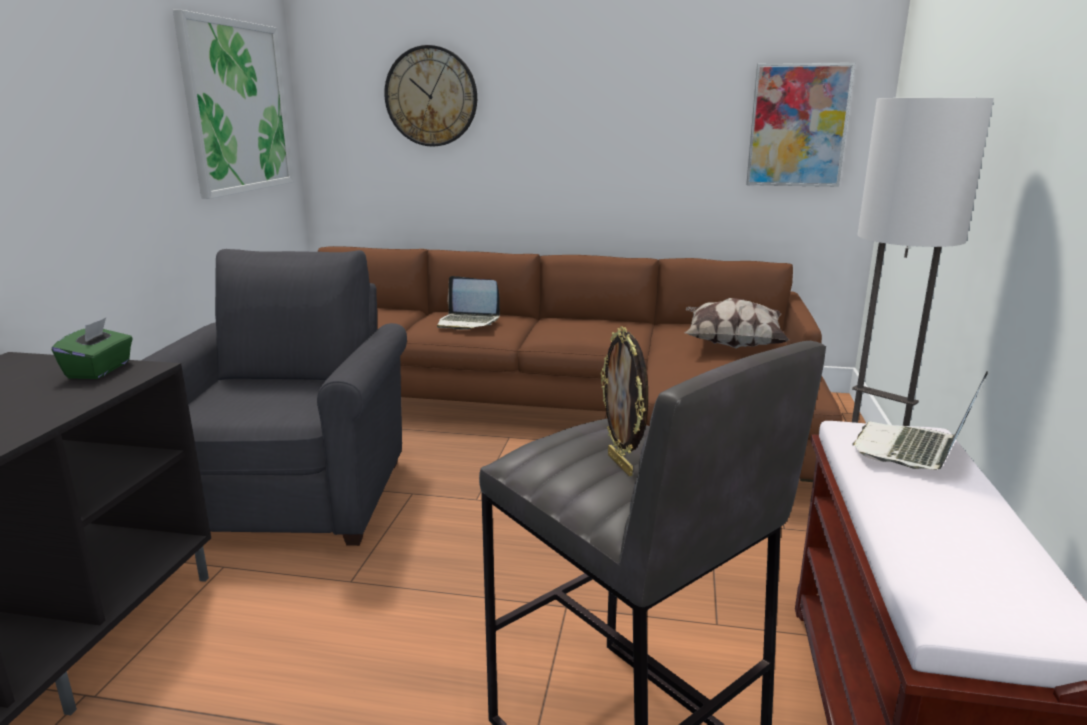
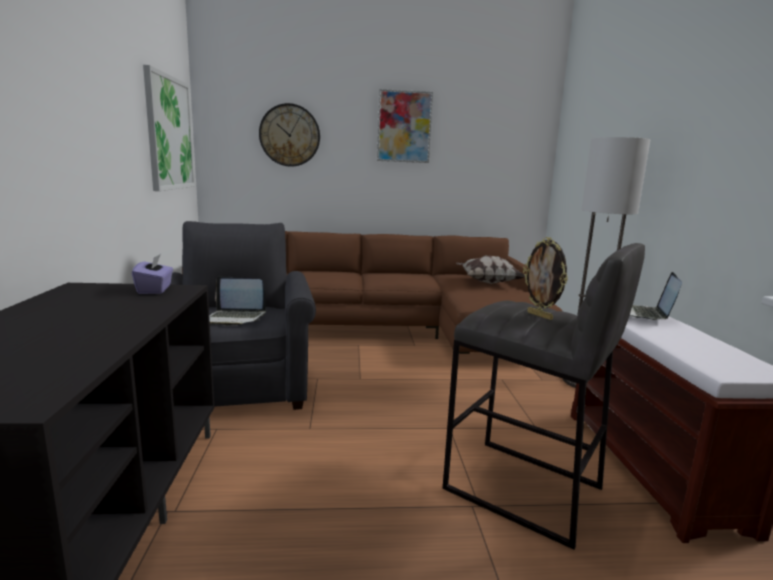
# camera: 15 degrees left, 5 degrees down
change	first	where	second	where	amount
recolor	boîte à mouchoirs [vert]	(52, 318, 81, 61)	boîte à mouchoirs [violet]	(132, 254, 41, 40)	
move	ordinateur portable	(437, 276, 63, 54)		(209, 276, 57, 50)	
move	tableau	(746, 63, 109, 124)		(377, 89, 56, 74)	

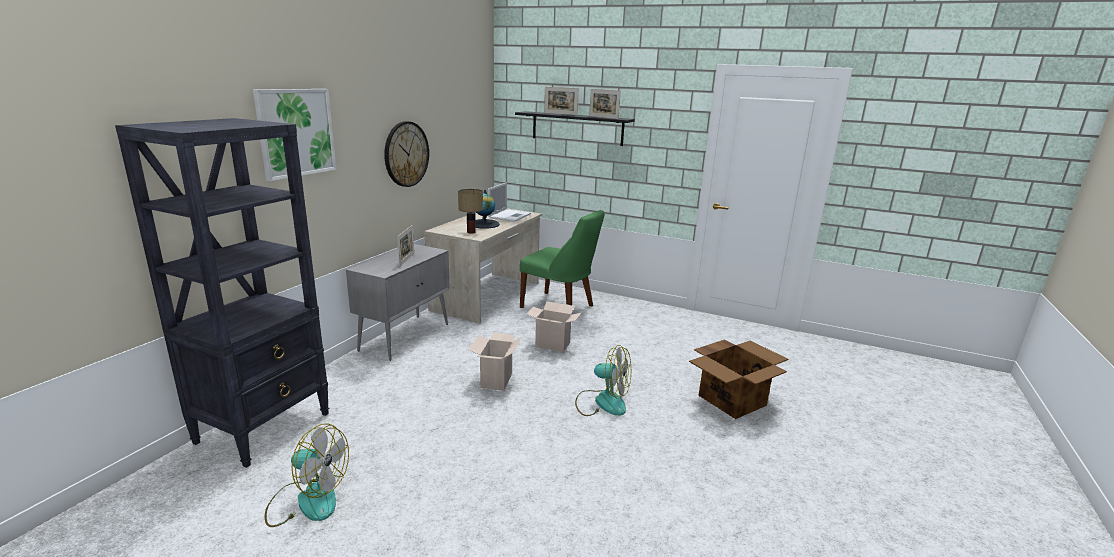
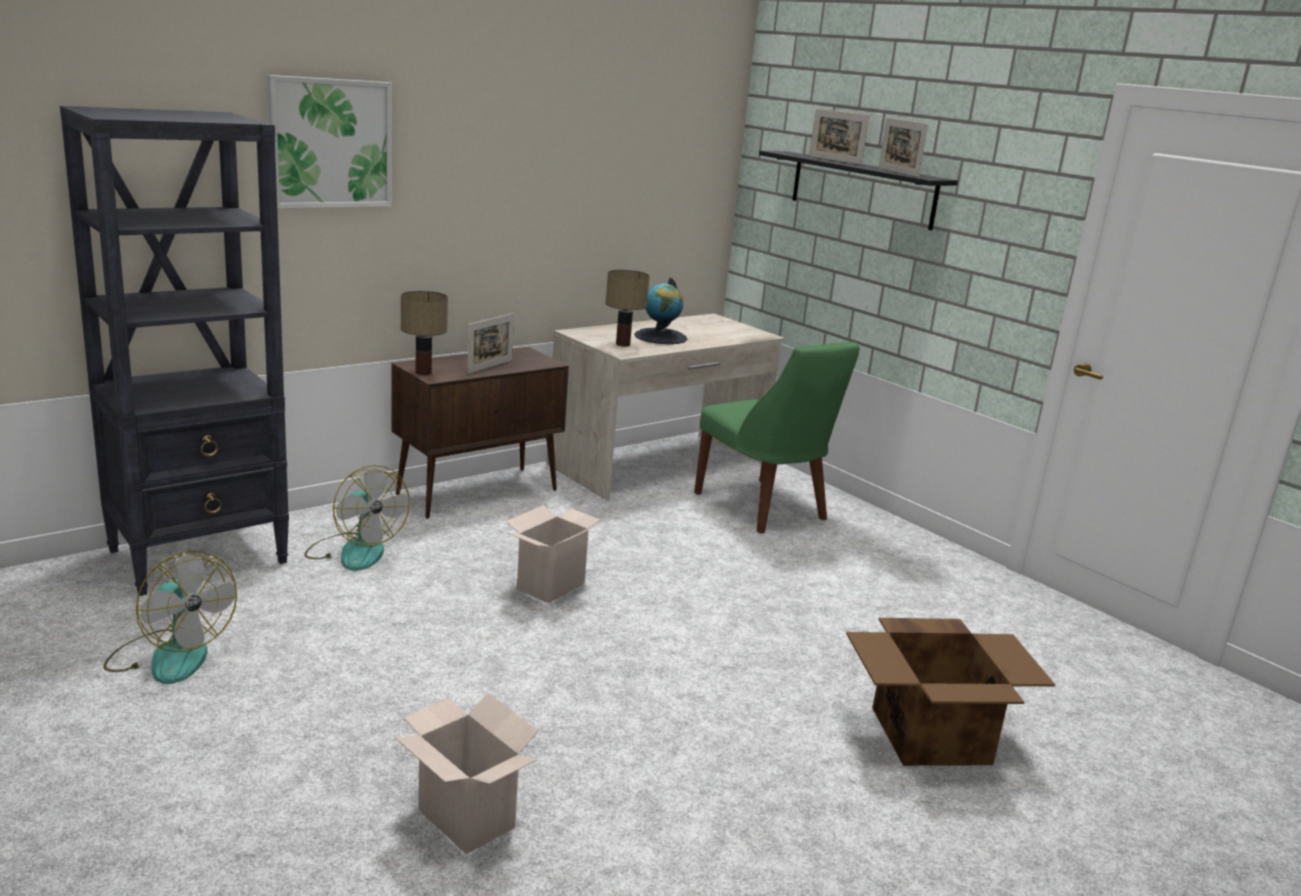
# camera: 25 degrees right, 0 degrees up
change	first	where	second	where	amount
recolor	meuble de rangement [gris]	(346, 244, 104, 117)	meuble de rangement [marron]	(391, 347, 178, 172)	
delete	horloge murale	(384, 121, 45, 66)			
delete	ordinateur portable	(488, 182, 43, 40)			
move	carton	(526, 301, 55, 51)		(395, 692, 143, 163)	
move	ventilateur	(575, 345, 56, 71)		(304, 465, 106, 106)	
insert			lampe de table	(401, 291, 47, 84)	

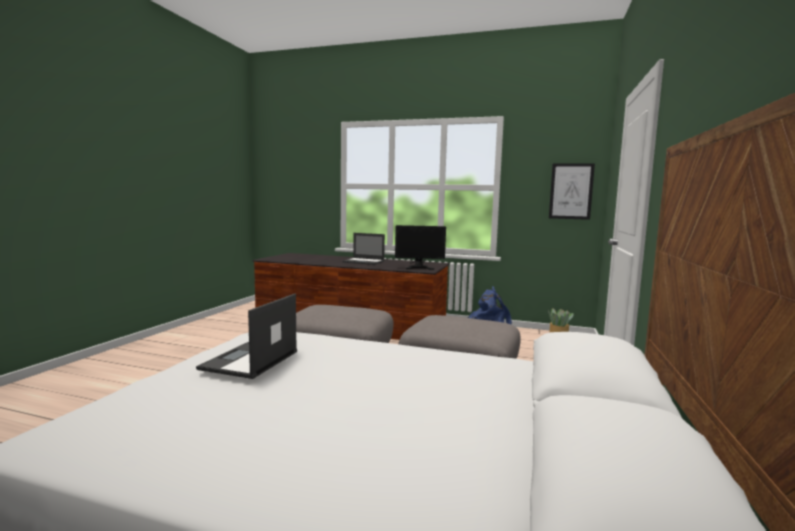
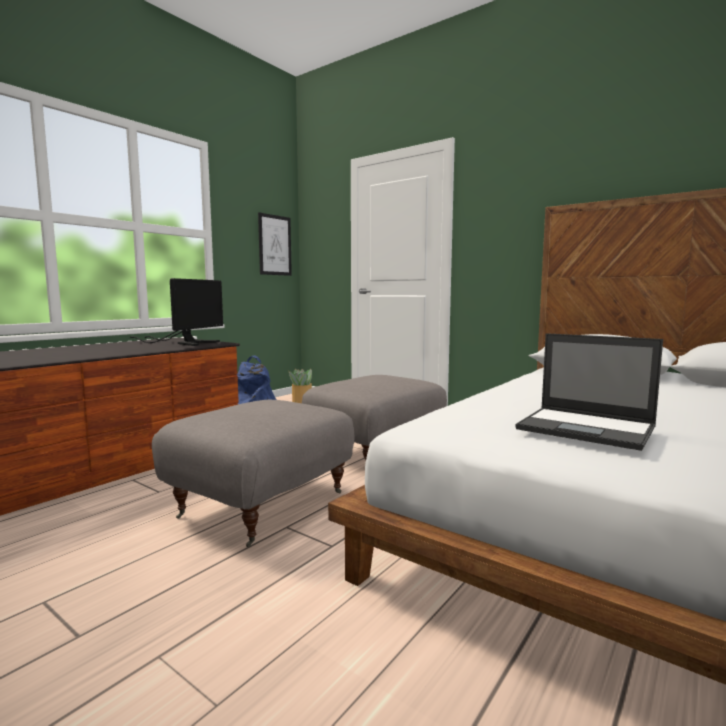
# camera: 70 degrees left, 0 degrees up
change	first	where	second	where	amount
delete	ordinateur portable	(342, 233, 43, 32)			

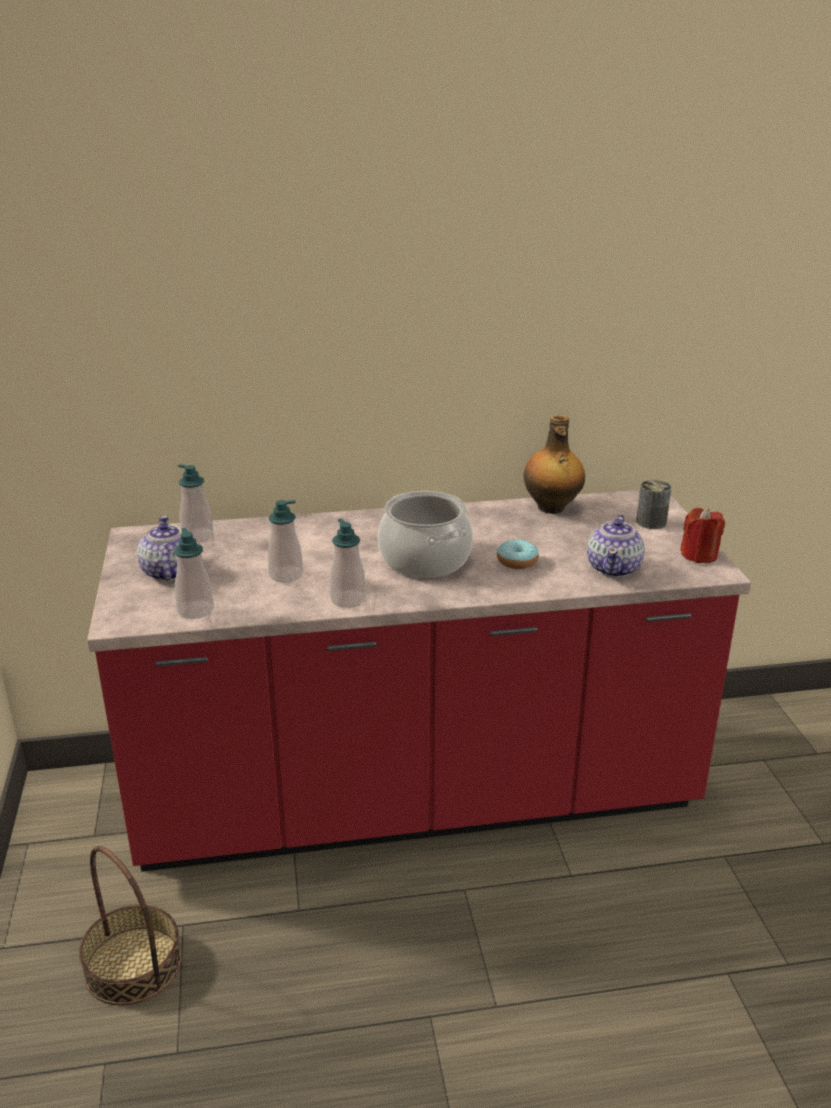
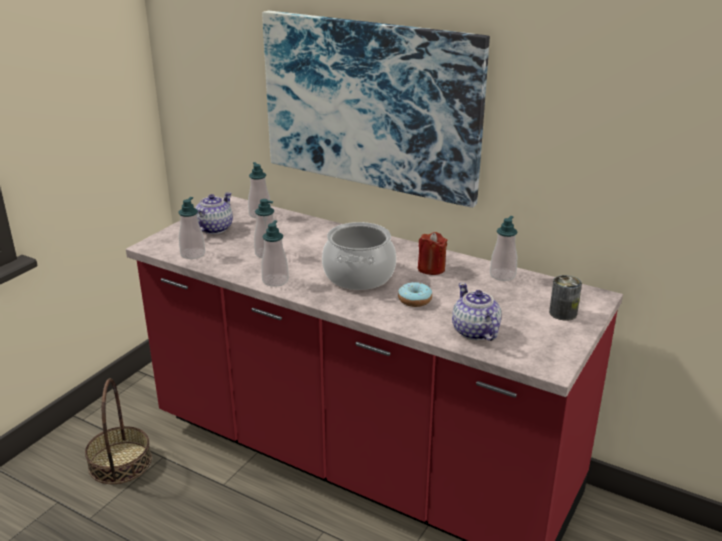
# camera: 40 degrees right, 0 degrees up
change	first	where	second	where	amount
replace	bouteille	(524, 415, 61, 99)	distributeur de savon	(490, 216, 27, 65)	
rotate	théière	(587, 514, 57, 63)		(452, 283, 49, 58)	105 degrees clockwise
move	bougie [rouge]	(680, 508, 45, 55)		(418, 232, 29, 43)	
insert			tableau	(262, 11, 228, 197)	

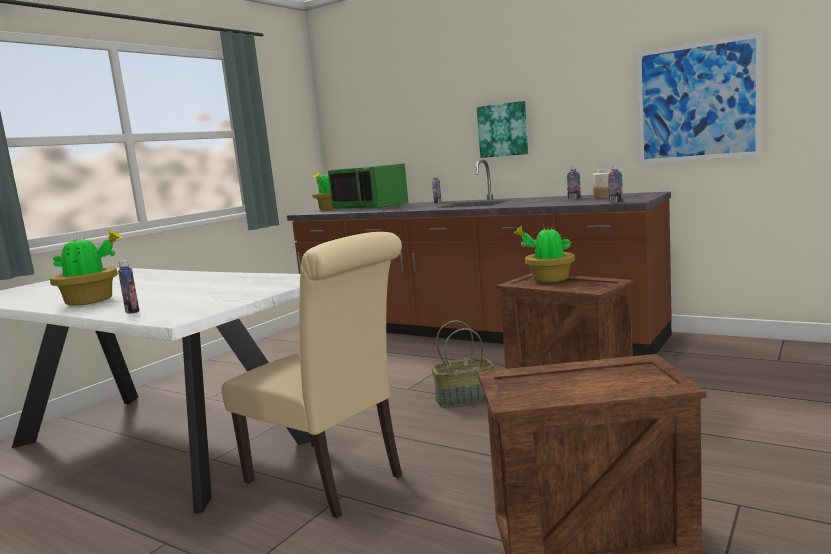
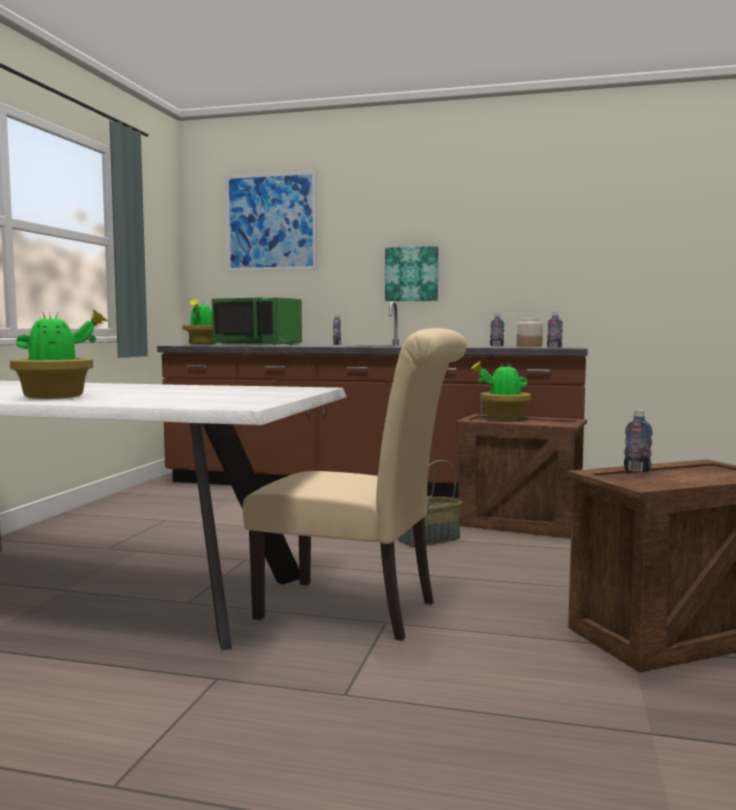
# camera: 20 degrees left, 5 degrees down
change	first	where	second	where	amount
move	bouteille	(118, 260, 22, 54)		(624, 410, 29, 62)	
move	tableau	(637, 32, 125, 132)		(225, 170, 92, 102)	

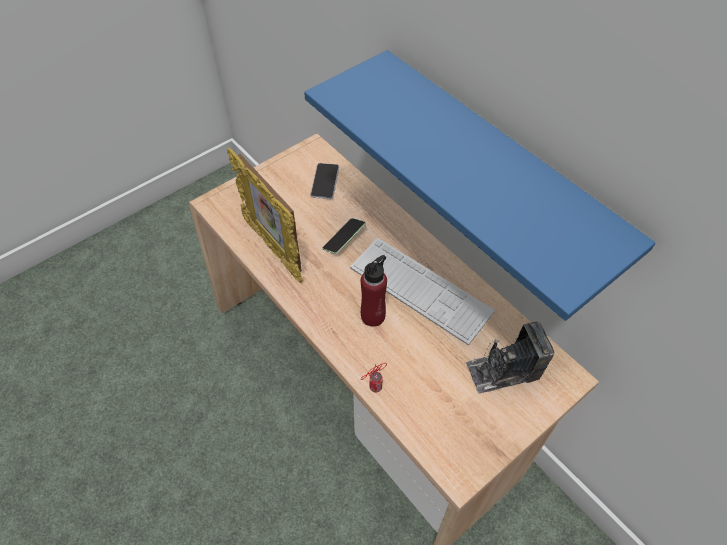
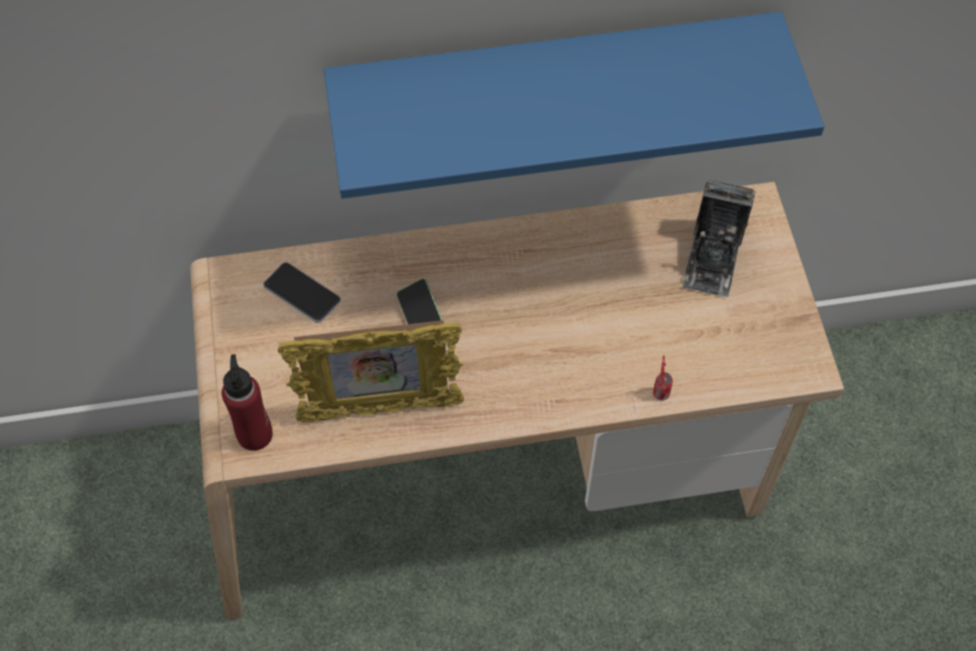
# camera: 60 degrees left, 5 degrees up
change	first	where	second	where	amount
delete	clavier	(350, 238, 145, 108)			
move	bouteille [rouge]	(361, 255, 26, 72)		(222, 354, 51, 97)	

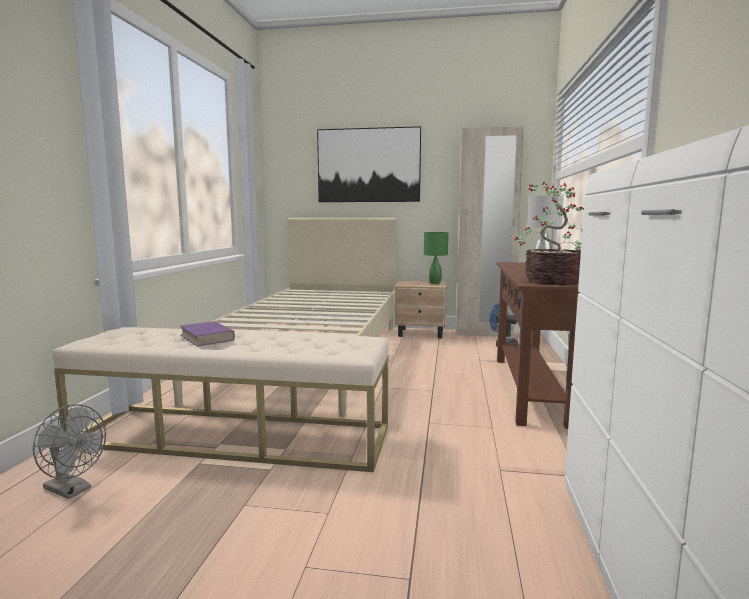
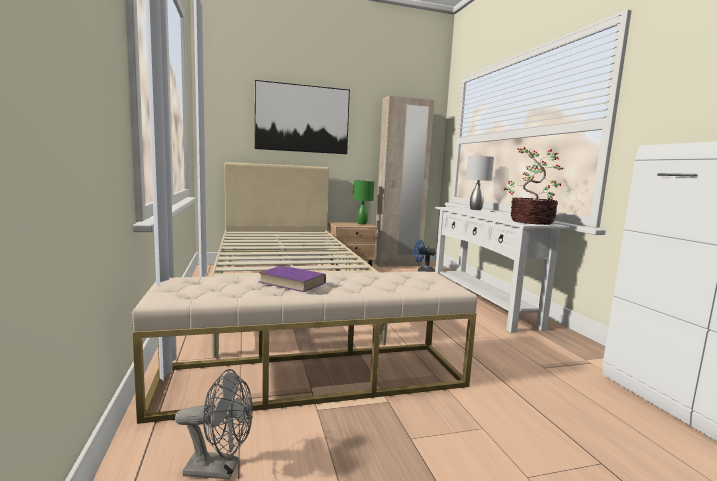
# camera: 25 degrees left, 0 degrees up
change	first	where	second	where	amount
recolor	table console [marron]	(496, 262, 84, 167)	table console [blanc]	(435, 207, 134, 126)	

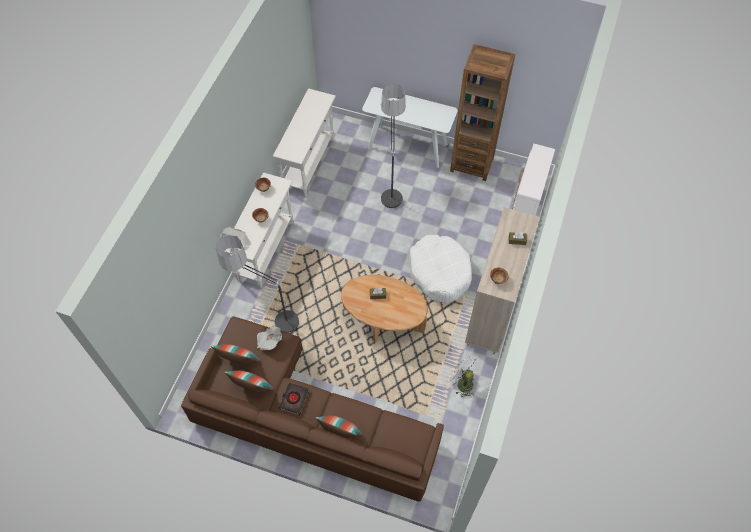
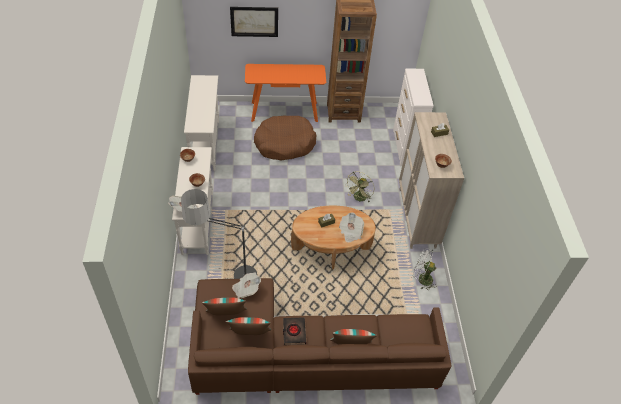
# camera: 25 degrees left, 10 degrees down
change	first	where	second	where	amount
recolor	table console [blanc]	(362, 87, 96, 81)	table console [orange]	(245, 64, 81, 58)	
replace	lampadaire	(377, 84, 29, 126)	panier pour chien [marron]	(254, 116, 63, 45)	
replace	panier pour chien [blanc]	(408, 235, 64, 68)	ventilateur [vert]	(346, 172, 28, 30)	
insert			tableau	(230, 7, 48, 30)	
insert			journal	(339, 213, 25, 30)	

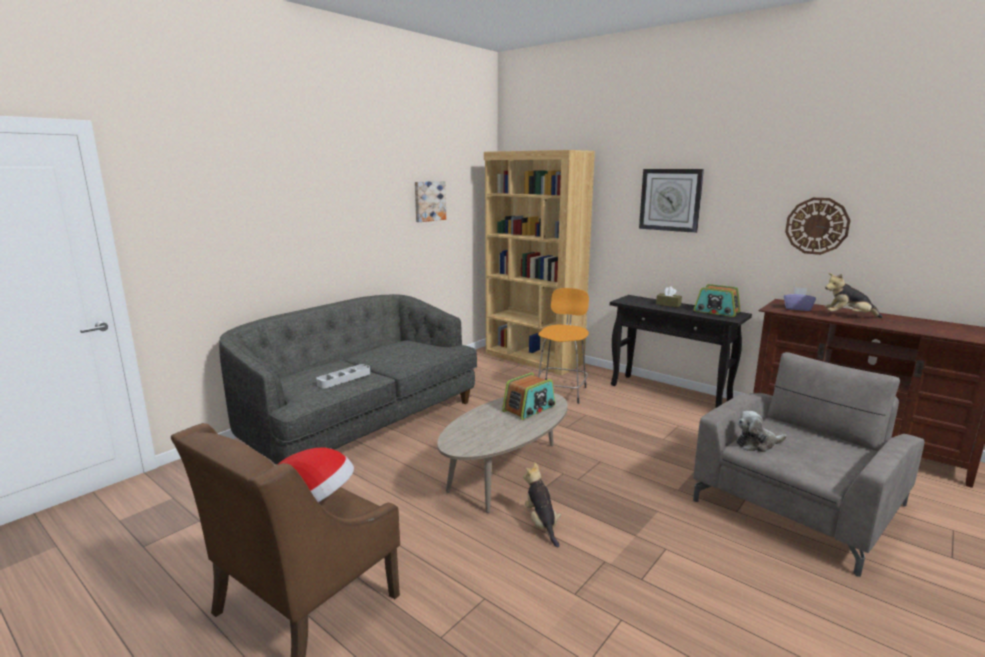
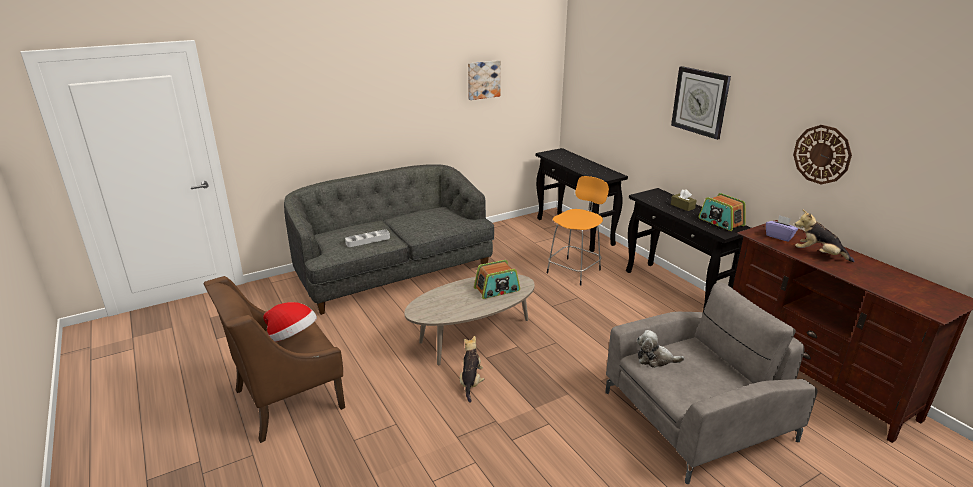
# camera: 20 degrees right, 10 degrees up
change	first	where	second	where	amount
replace	bibliothèque [marron]	(484, 150, 111, 226)	table console [noir]	(536, 148, 92, 104)	

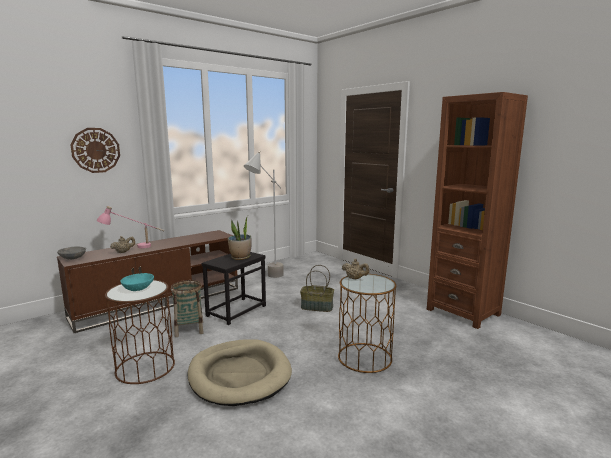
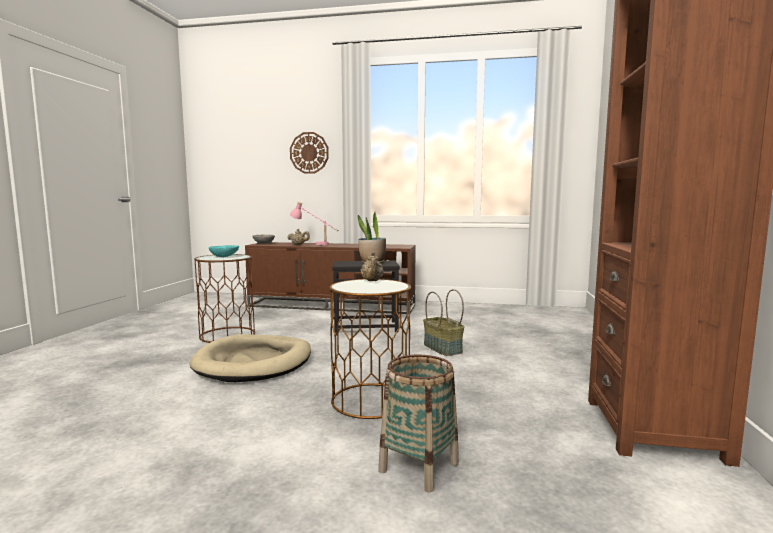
# camera: 50 degrees right, 5 degrees down
change	first	where	second	where	amount
move	panier	(171, 280, 33, 57)		(378, 355, 81, 138)	
delete	lampadaire [gris]	(244, 151, 40, 127)			

